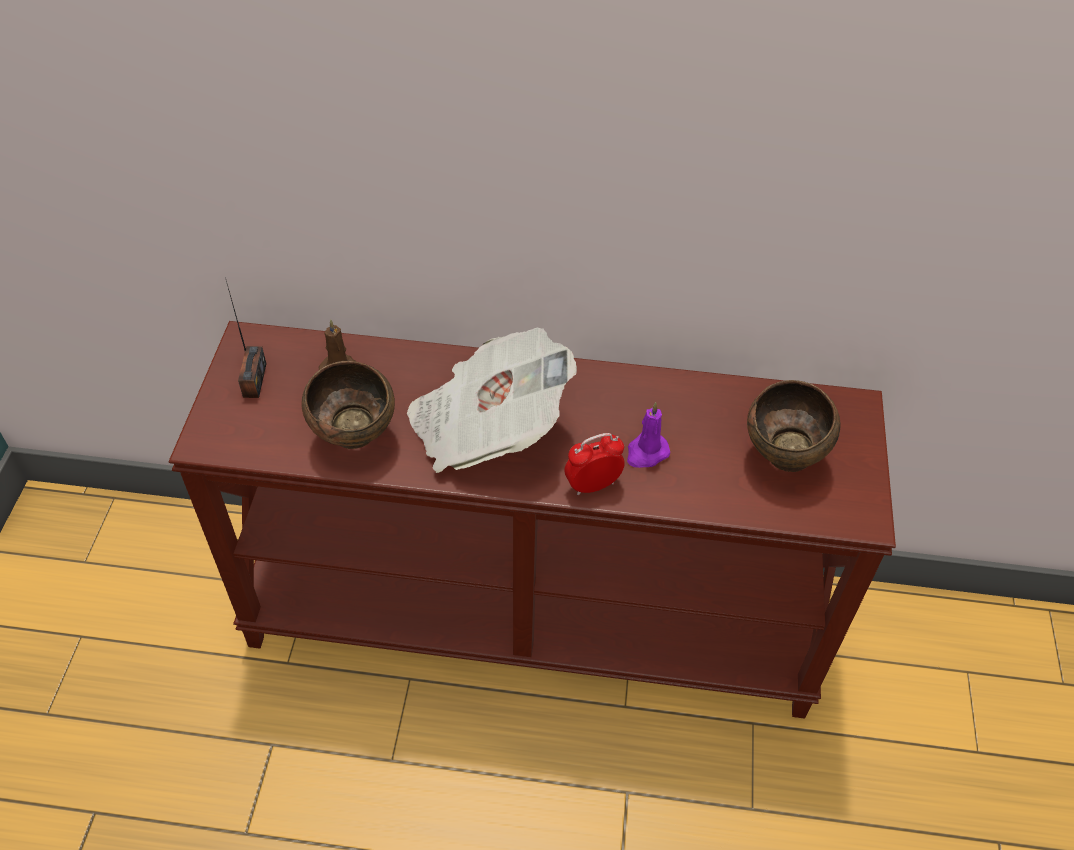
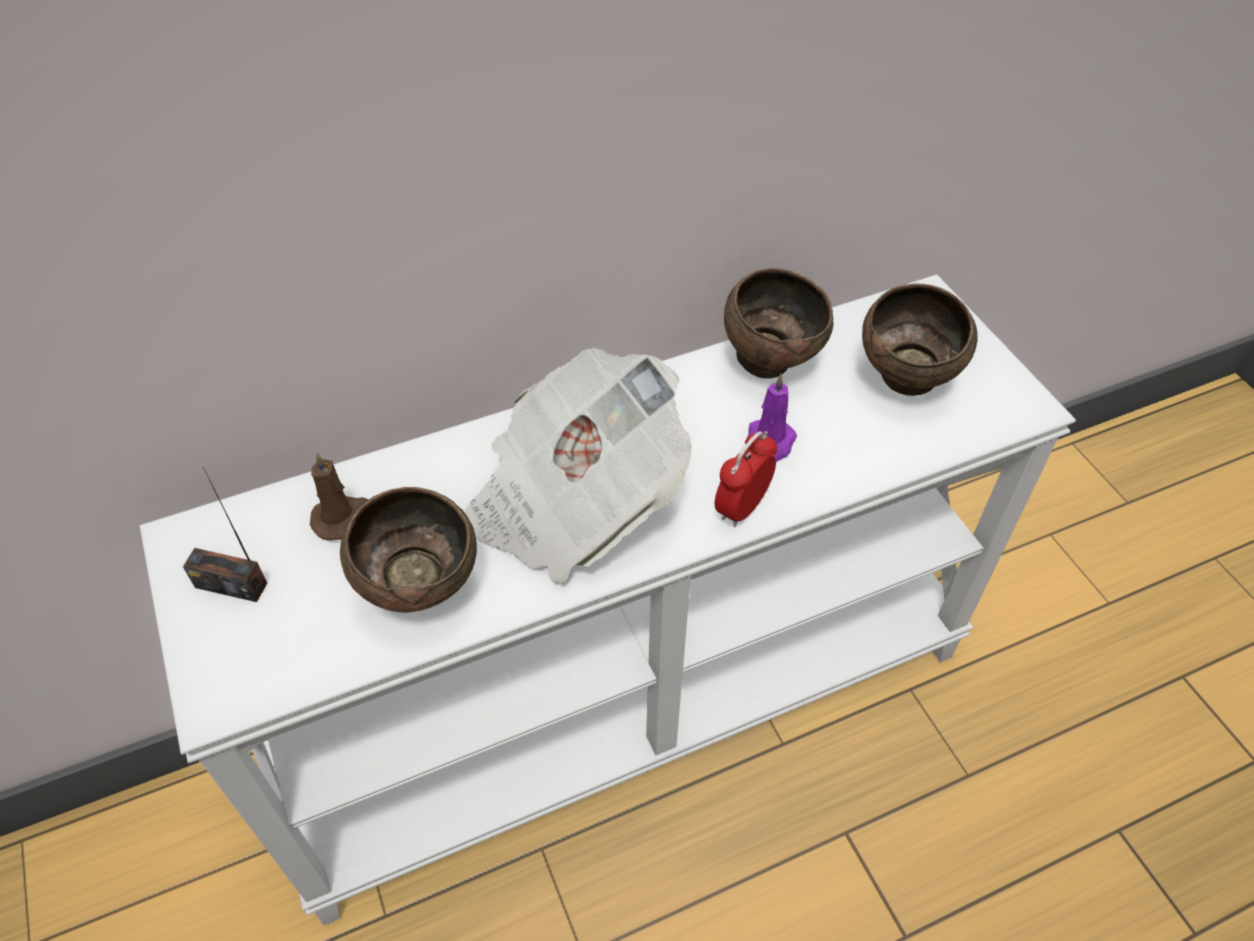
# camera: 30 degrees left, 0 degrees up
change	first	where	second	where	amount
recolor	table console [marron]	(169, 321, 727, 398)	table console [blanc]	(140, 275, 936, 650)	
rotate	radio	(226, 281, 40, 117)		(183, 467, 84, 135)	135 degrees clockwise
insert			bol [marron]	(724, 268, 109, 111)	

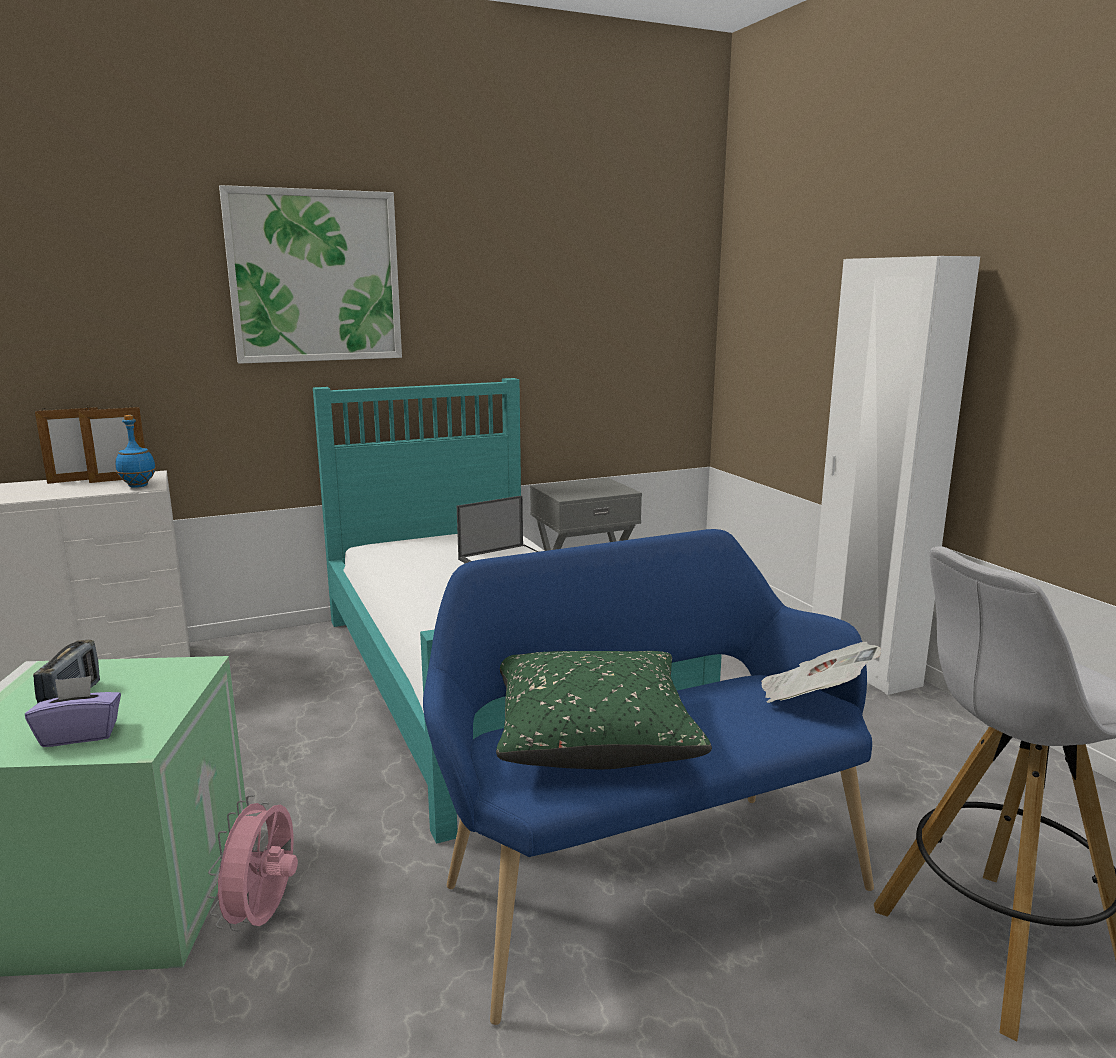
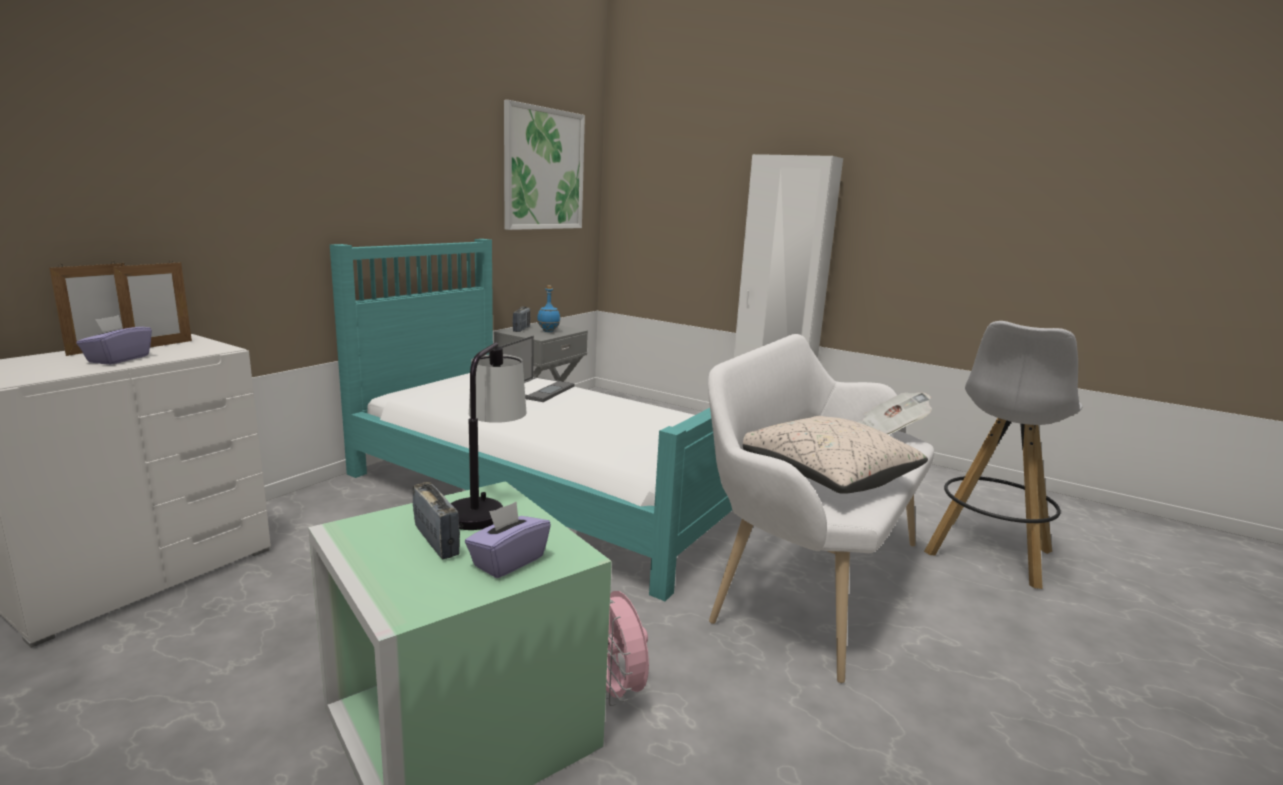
# camera: 35 degrees left, 0 degrees up
change	first	where	second	where	amount
move	bouteille [bleu]	(115, 415, 41, 73)		(537, 286, 23, 46)	
move	tableau	(219, 185, 183, 179)		(504, 100, 81, 130)	
recolor	banc [bleu]	(423, 529, 451, 496)	banc [blanc]	(708, 334, 226, 349)	
recolor	coussin [vert]	(496, 651, 216, 118)	coussin [beige]	(743, 416, 185, 78)	
insert			boîte à mouchoirs [violet]	(76, 315, 76, 50)	
insert			lampe de table	(450, 342, 77, 188)	
insert			radio	(513, 306, 17, 26)	

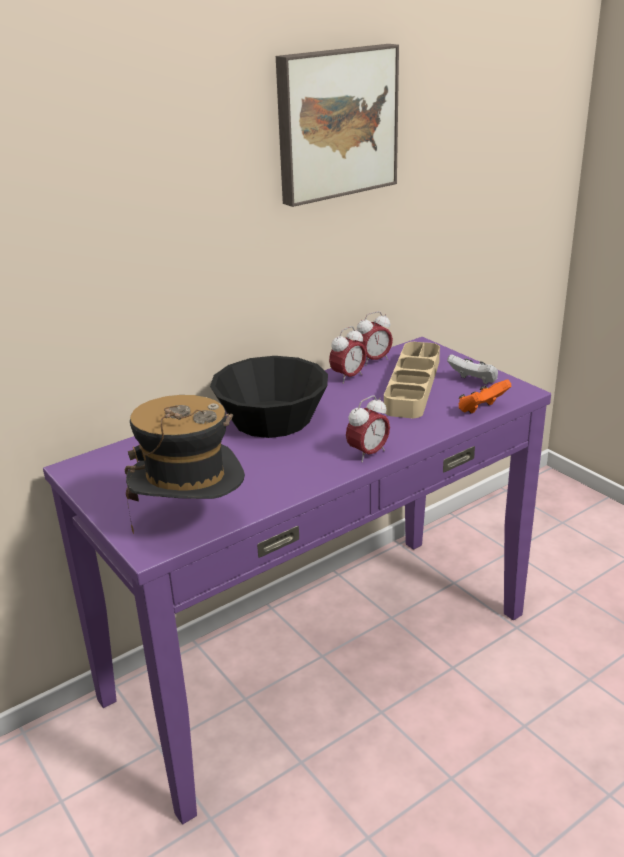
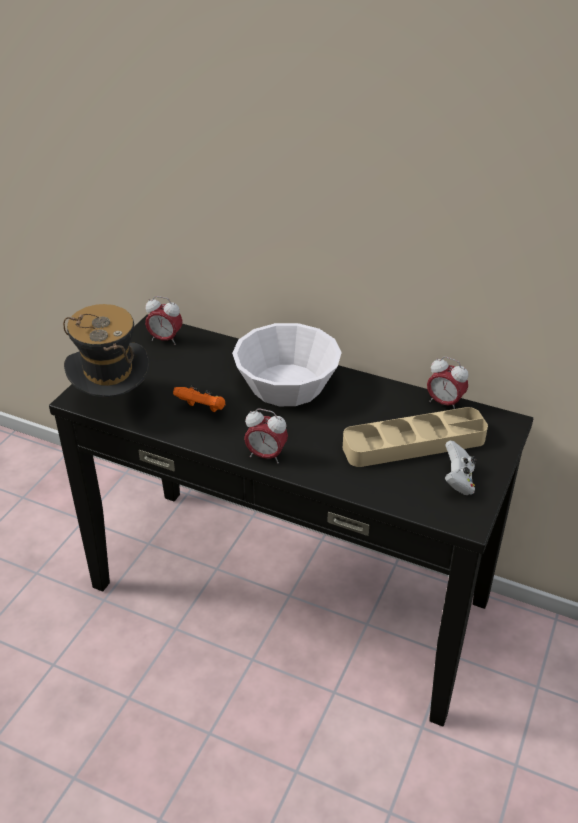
# camera: 60 degrees right, 10 degrees up
change	first	where	second	where	amount
recolor	table console [violet]	(43, 337, 508, 487)	table console [noir]	(49, 314, 484, 413)	
recolor	bol [noir]	(210, 356, 118, 82)	bol [blanc]	(232, 323, 110, 83)	
delete	tableau	(276, 44, 123, 163)			
move	réveil	(329, 326, 37, 58)		(145, 296, 38, 49)	
move	manette [orange]	(459, 379, 52, 35)		(173, 385, 53, 27)	

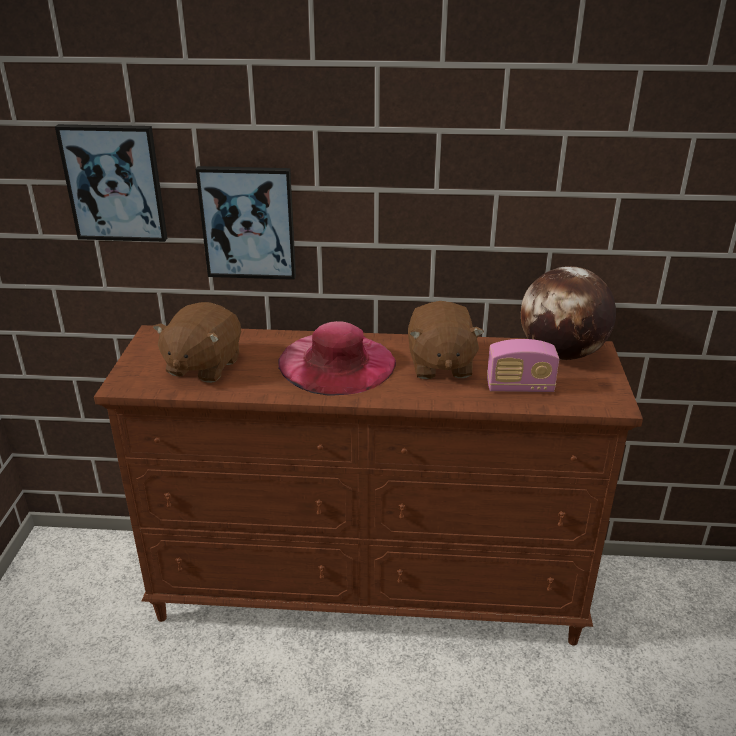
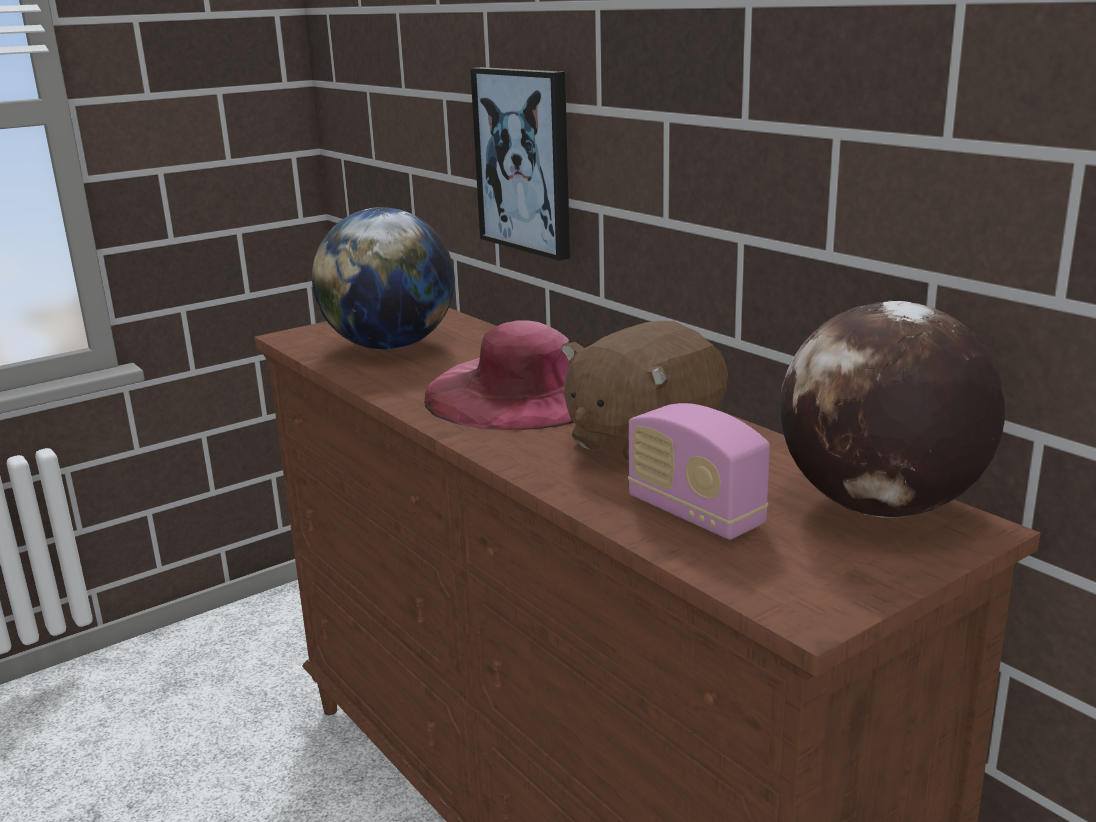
# camera: 50 degrees right, 10 degrees down
change	first	where	second	where	amount
delete	tableau	(55, 124, 112, 118)			
replace	peluche [marron]	(153, 302, 88, 81)	globe	(312, 207, 142, 143)	

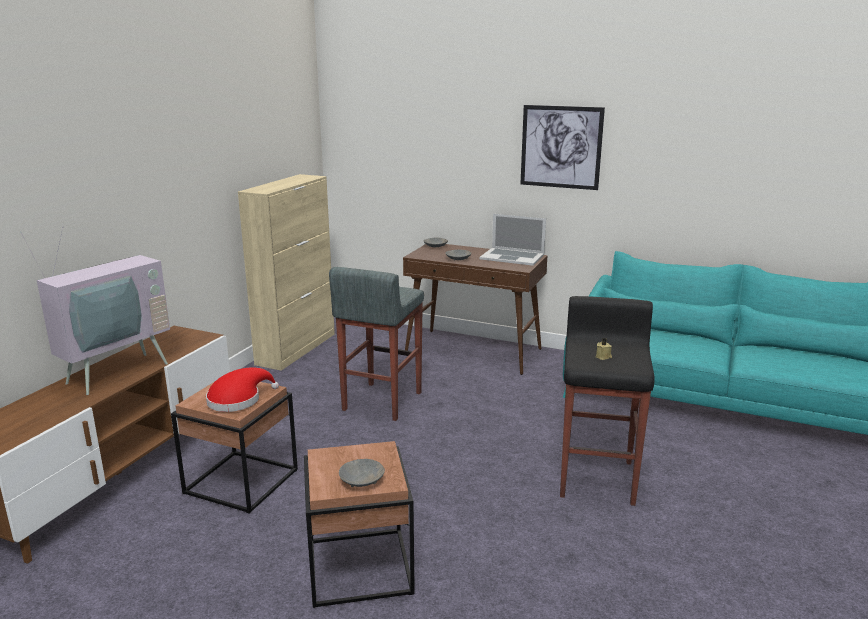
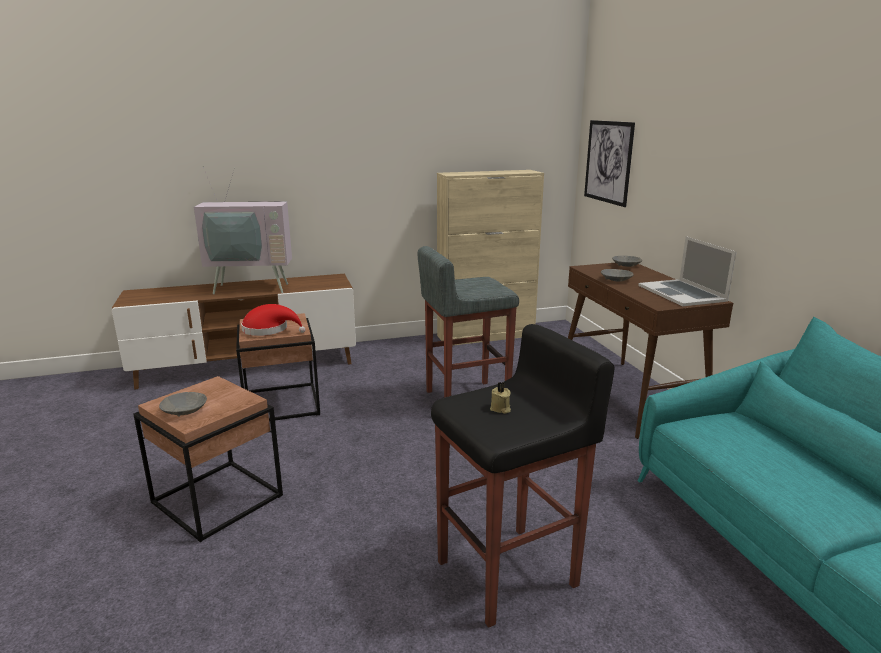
# camera: 50 degrees right, 0 degrees up
change	first	where	second	where	amount
move	tableau	(520, 105, 85, 85)		(584, 120, 51, 87)	

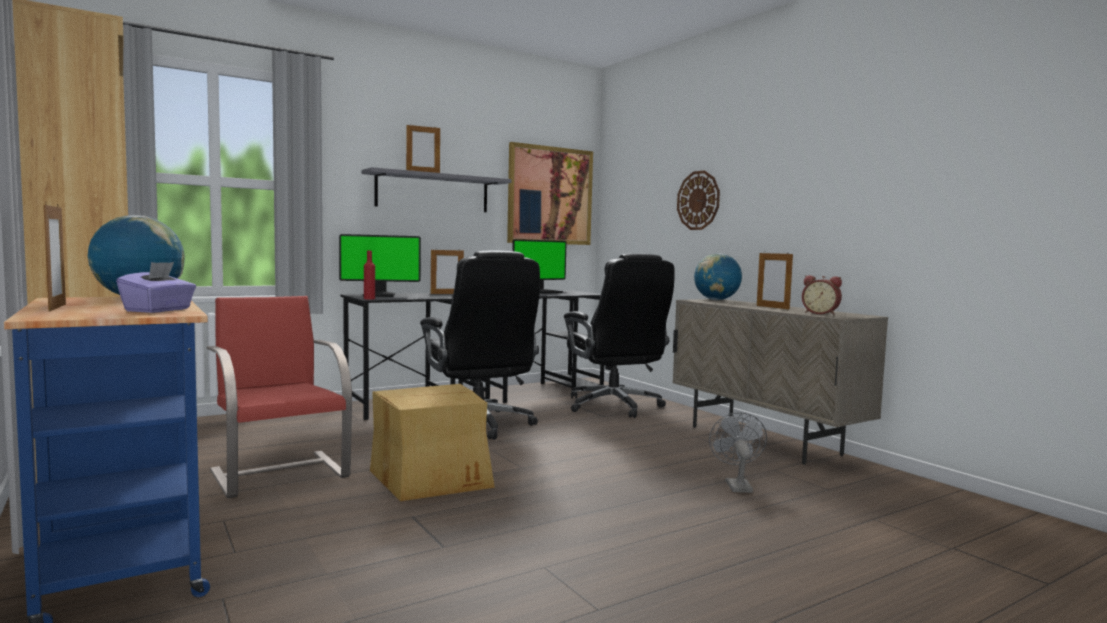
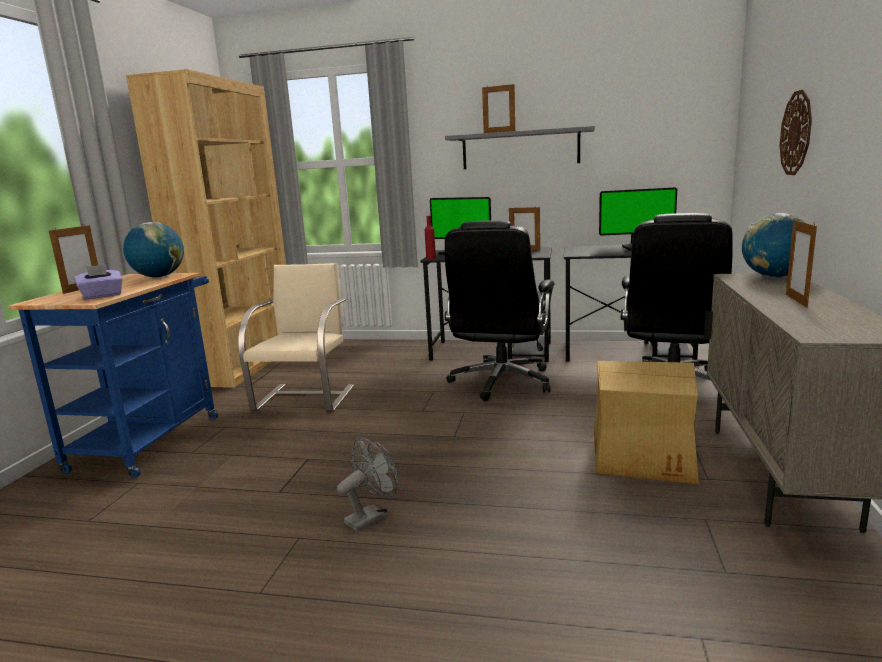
# camera: 45 degrees right, 10 degrees up
change	first	where	second	where	amount
recolor	chaise [rouge]	(206, 296, 146, 202)	chaise [beige]	(238, 263, 116, 149)	
move	carton	(370, 384, 125, 117)		(594, 361, 105, 123)	
delete	tableau	(507, 142, 86, 103)			
move	ventilateur [gris]	(709, 412, 58, 81)		(337, 438, 61, 94)	
delete	réveil	(802, 275, 40, 40)			

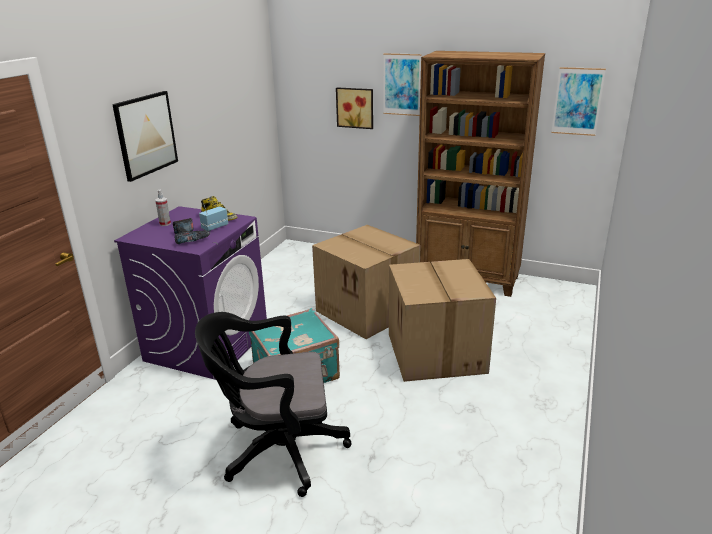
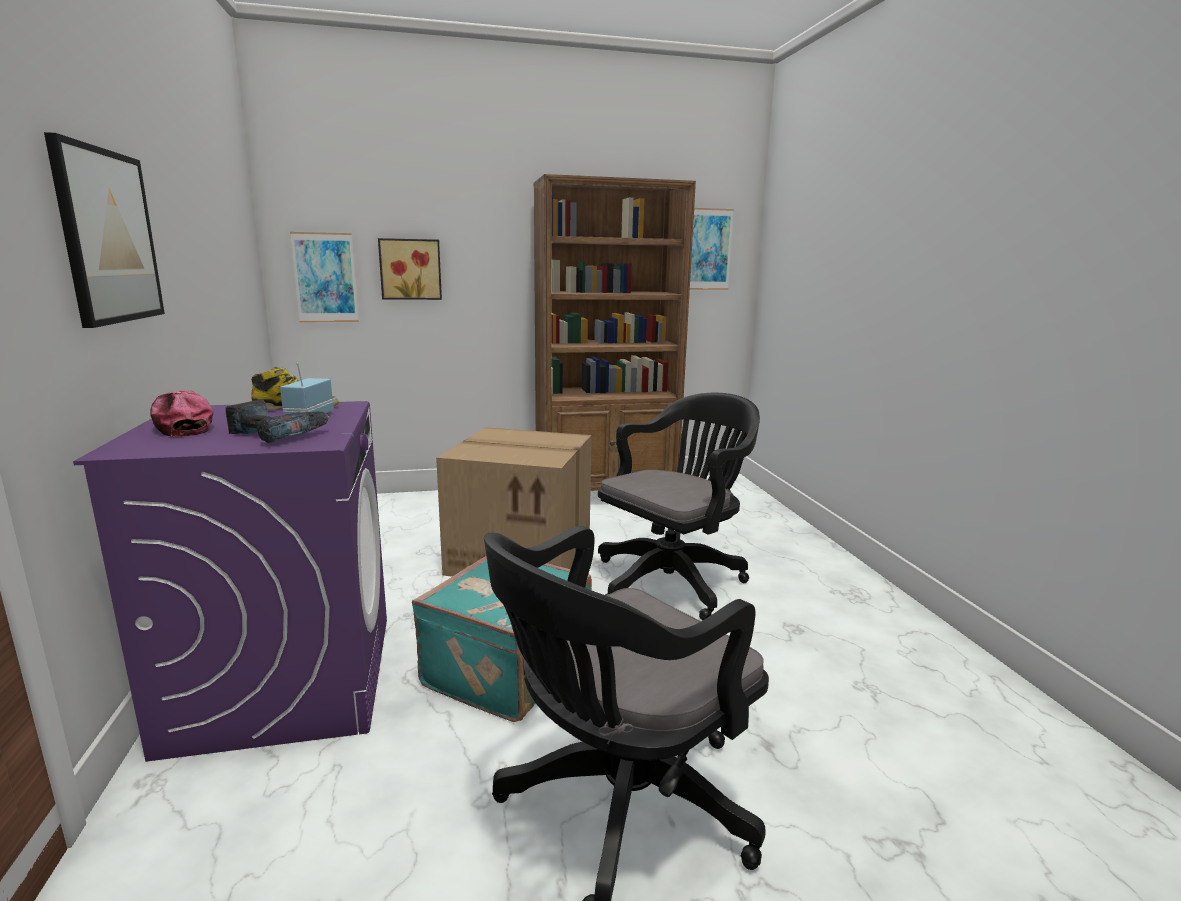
# camera: 35 degrees left, 10 degrees down
change	first	where	second	where	amount
replace	vaporisateur	(155, 190, 16, 36)	casquette	(150, 391, 63, 46)	
move	tableau	(383, 53, 39, 63)		(290, 232, 69, 90)	
replace	carton	(389, 259, 107, 123)	chaise de bureau [noir]	(598, 393, 162, 227)	

